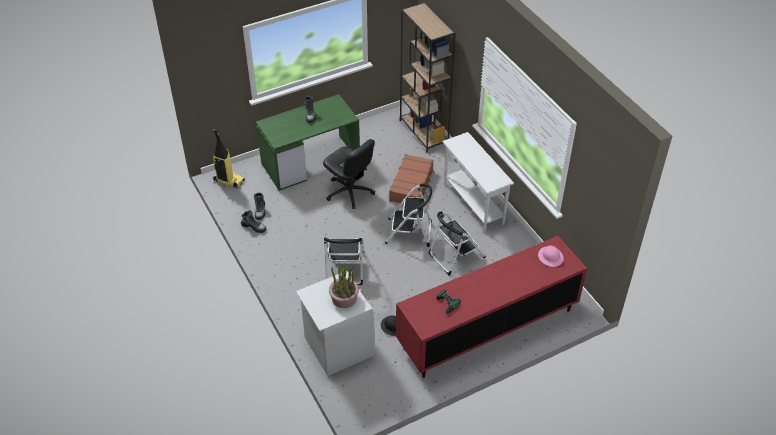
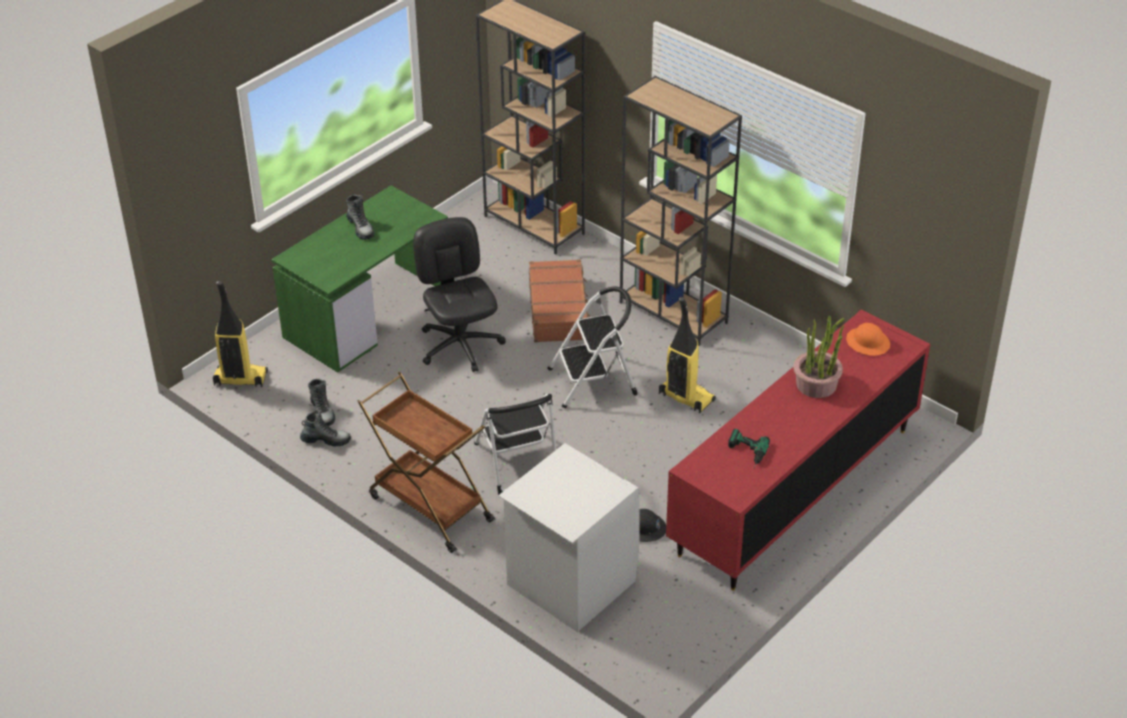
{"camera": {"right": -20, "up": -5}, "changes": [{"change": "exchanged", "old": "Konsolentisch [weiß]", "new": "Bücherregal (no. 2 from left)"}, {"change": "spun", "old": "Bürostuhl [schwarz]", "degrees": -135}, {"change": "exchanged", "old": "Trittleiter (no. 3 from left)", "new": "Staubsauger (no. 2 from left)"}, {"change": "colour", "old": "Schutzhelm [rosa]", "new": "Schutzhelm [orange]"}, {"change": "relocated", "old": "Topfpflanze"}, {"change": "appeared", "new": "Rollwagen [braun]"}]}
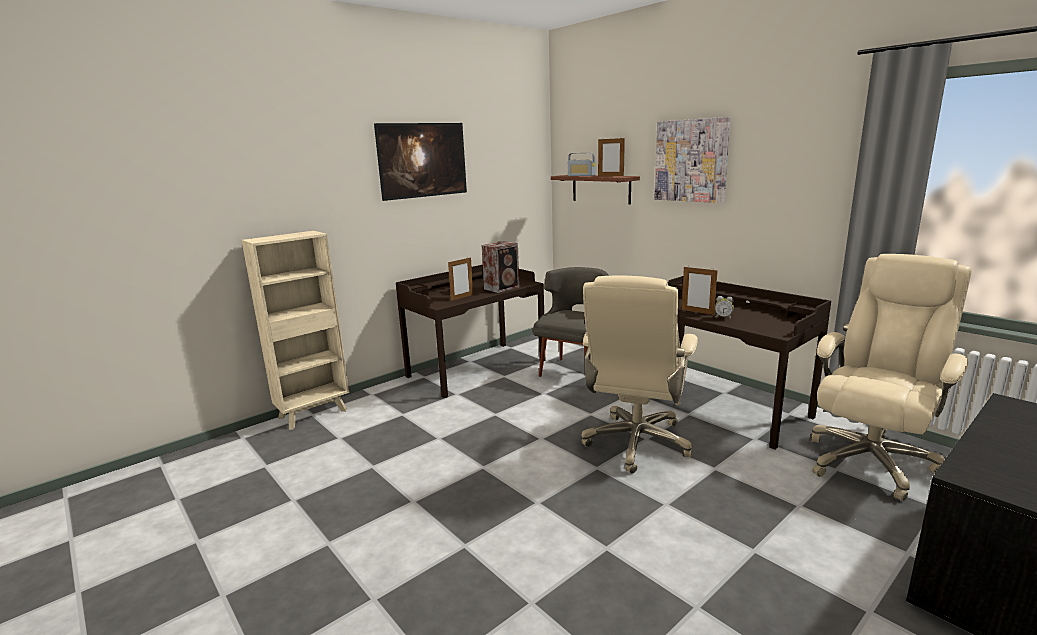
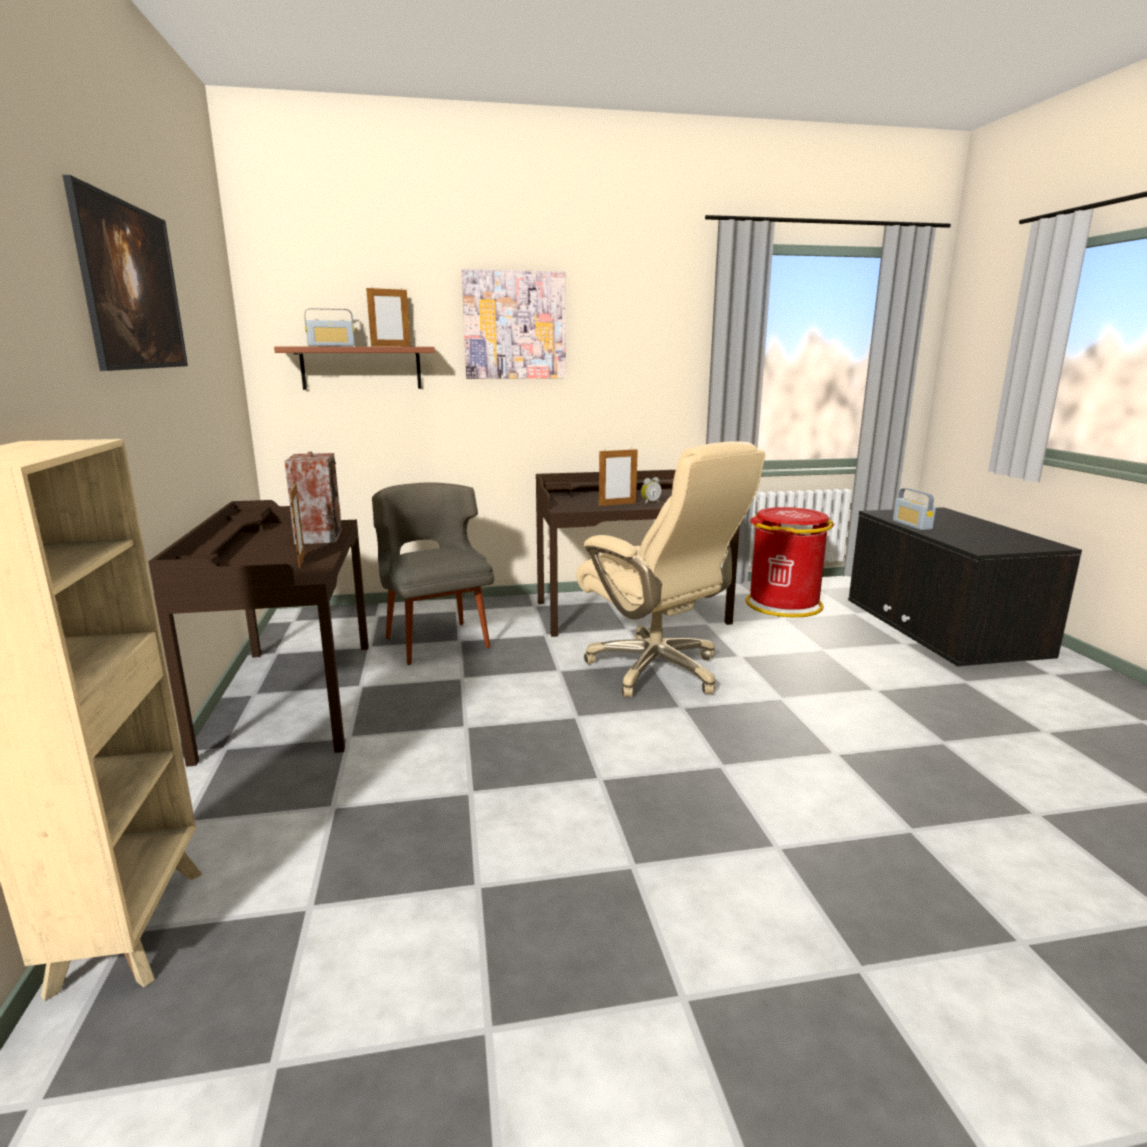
{"camera": {"right": -60, "up": 0}, "changes": [{"change": "exchanged", "old": "Bürostuhl [beige] (no. 2 from left)", "new": "Mülleimer [rot]"}, {"change": "appeared", "new": "Radio (no. 2 from left)"}]}
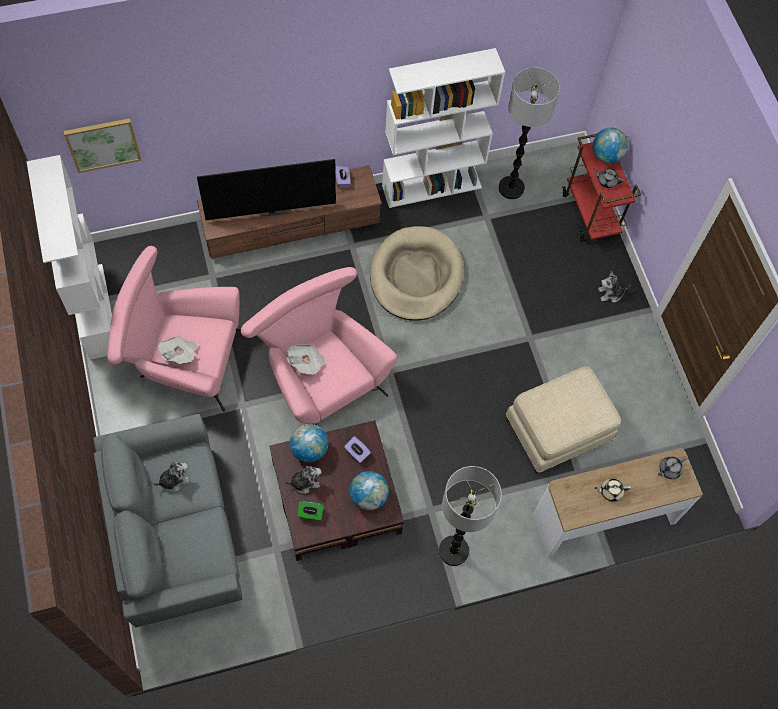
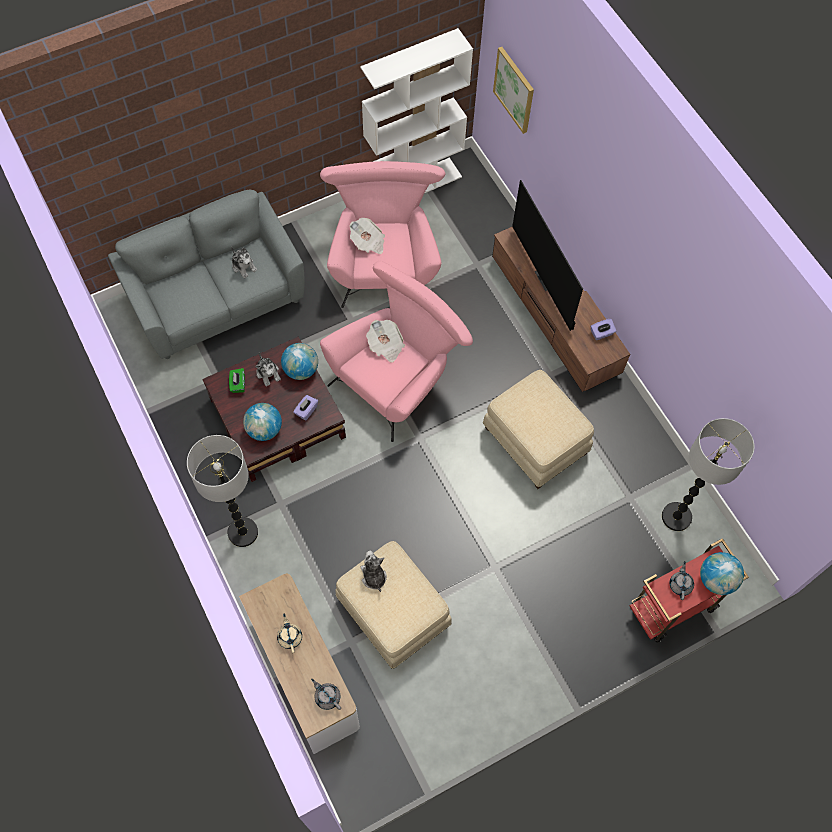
{"camera": {"right": 80, "up": 0}, "changes": [{"change": "missing", "old": "Bücherregal [weiß] (no. 2 from left)"}, {"change": "exchanged", "old": "Hundebett [beige]", "new": "Polsterhocker [beige] (no. 2 from left)"}, {"change": "relocated", "old": "Plüschtier (no. 3 from left)"}]}
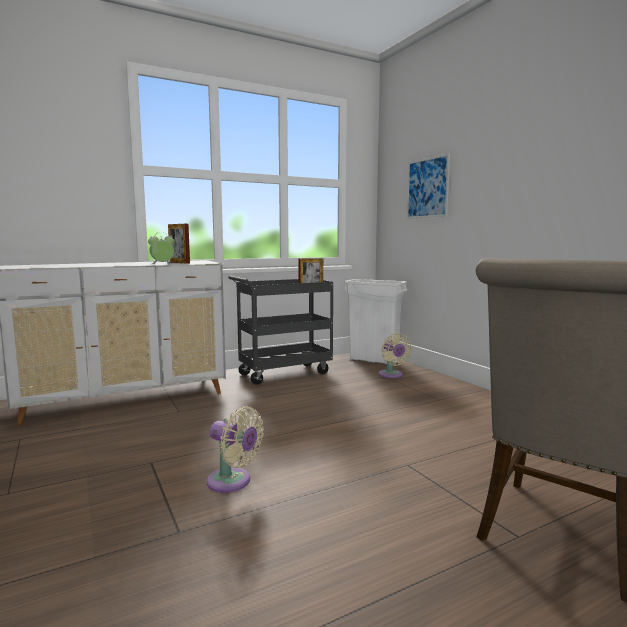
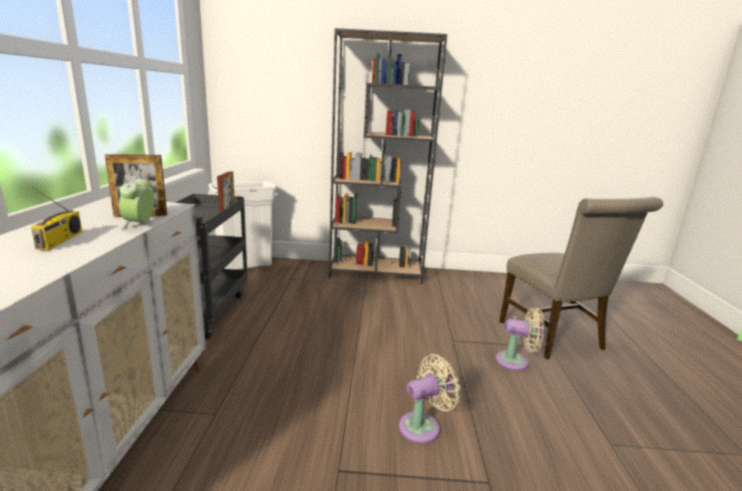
{"camera": {"right": -60, "up": 10}, "changes": [{"change": "missing", "old": "Bild"}, {"change": "relocated", "old": "Ventilator [beige] (no. 2 from left)"}, {"change": "appeared", "new": "Bücherregal"}, {"change": "appeared", "new": "Radio"}]}
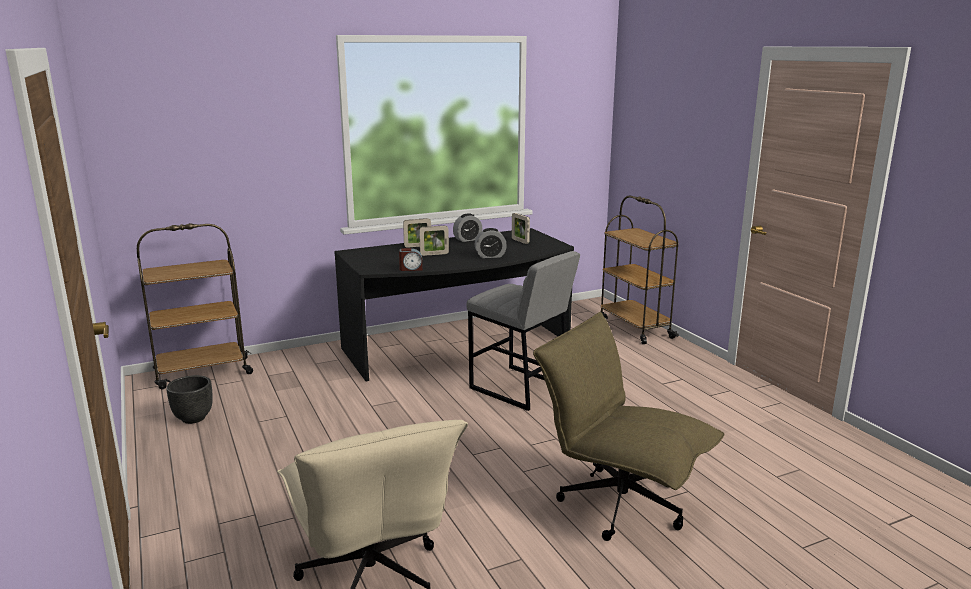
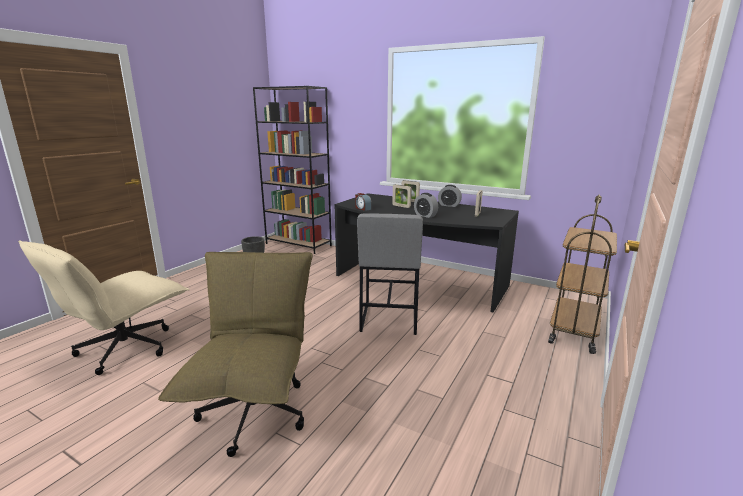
{"camera": {"right": 55, "up": 0}, "changes": [{"change": "exchanged", "old": "Rollwagen [braun] (no. 1 from left)", "new": "Bücherregal [beige]"}]}
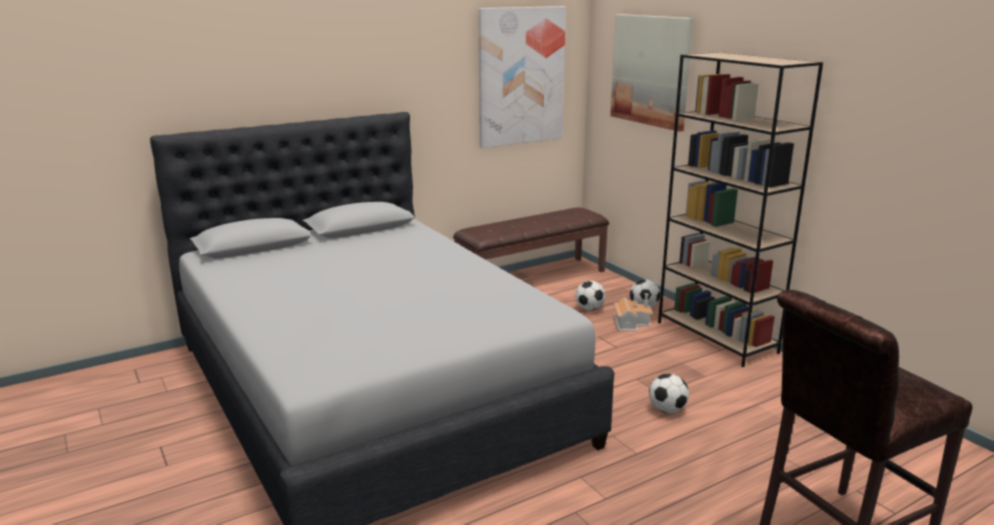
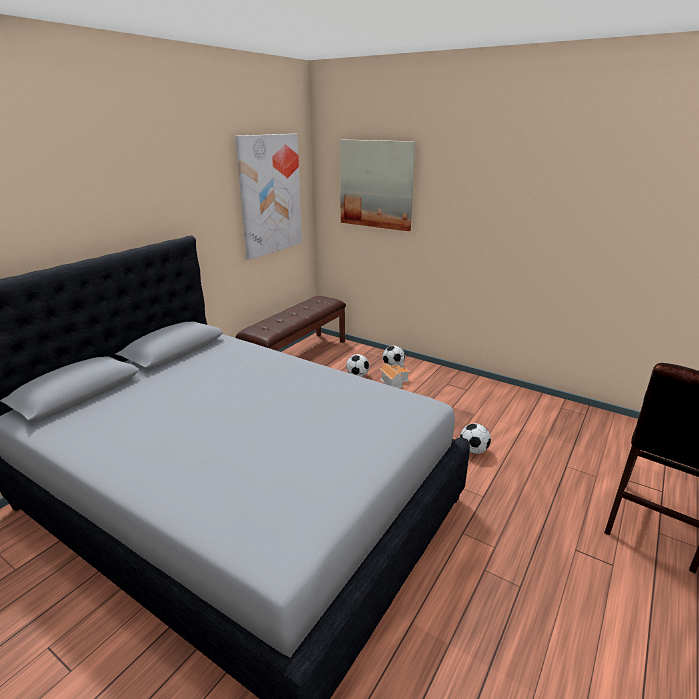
{"camera": {"right": -25, "up": 5}, "changes": [{"change": "missing", "old": "Bücherregal [beige]"}]}
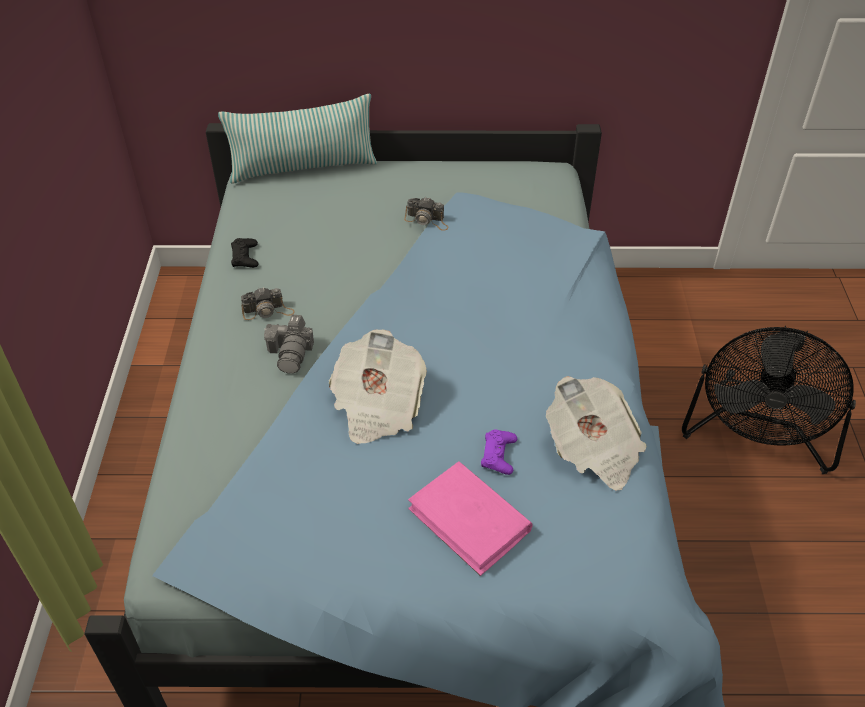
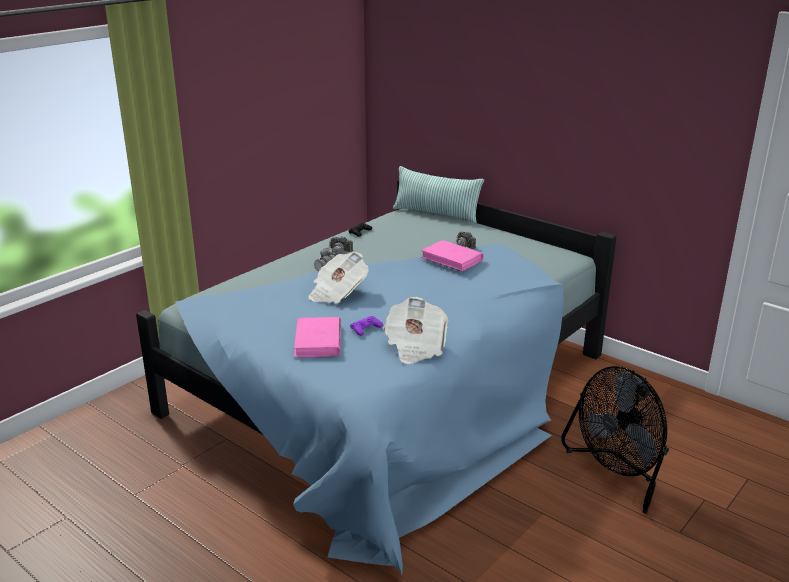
{"camera": {"right": 40, "up": -20}, "changes": [{"change": "appeared", "new": "Buch [rosa] (no. 2 from left)"}]}
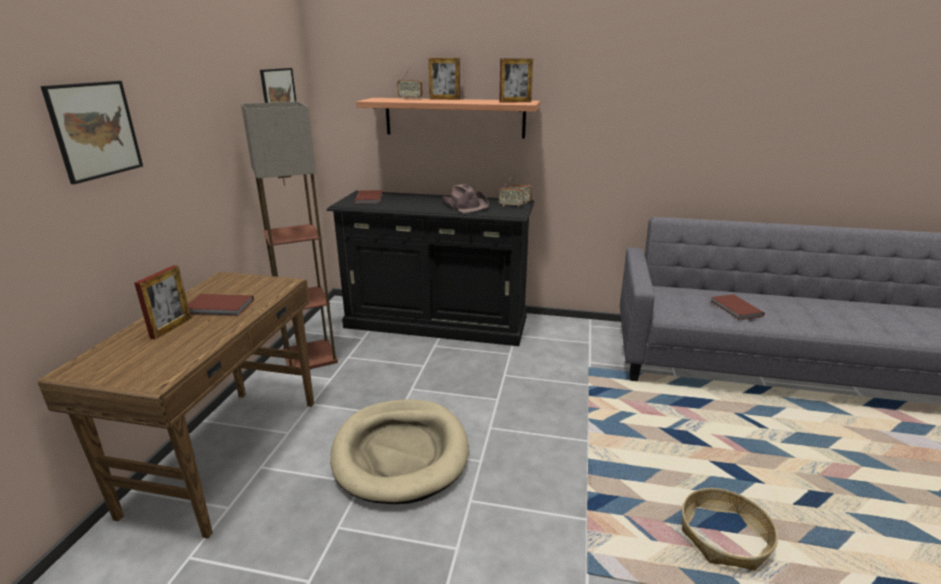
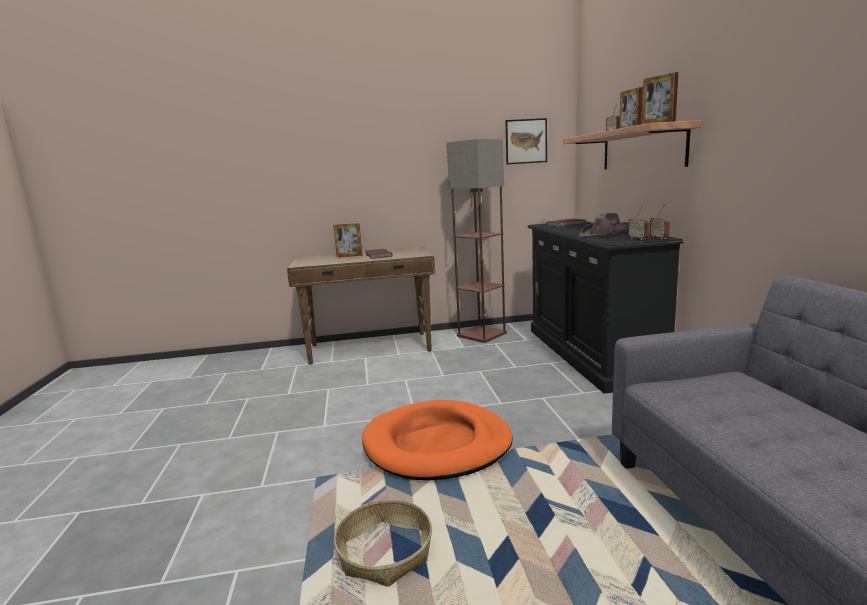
{"camera": {"right": 70, "up": -10}, "changes": [{"change": "missing", "old": "Bild (no. 1 from left)"}, {"change": "missing", "old": "Buch [braun] (no. 3 from left)"}, {"change": "missing", "old": "Hundebett [beige]"}, {"change": "appeared", "new": "Hundebett [orange]"}]}
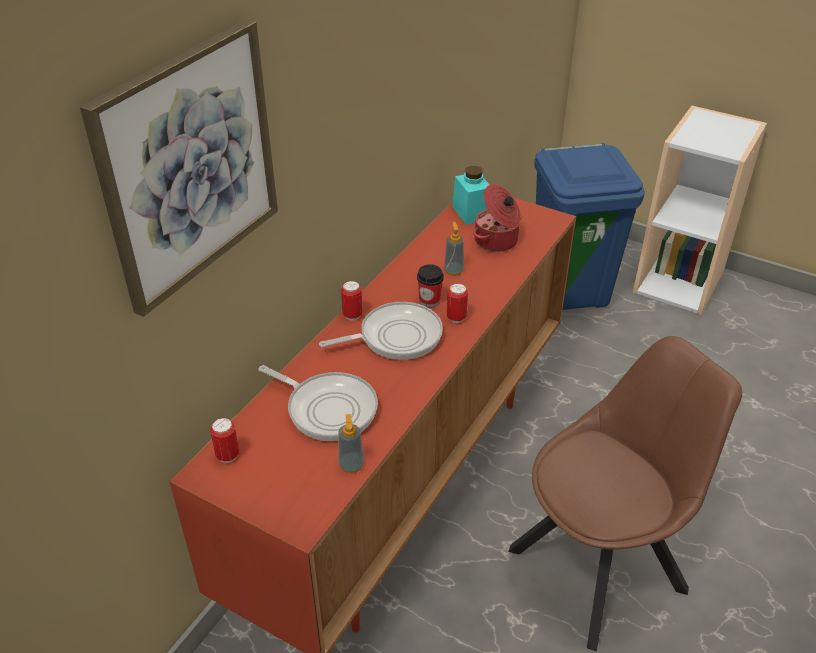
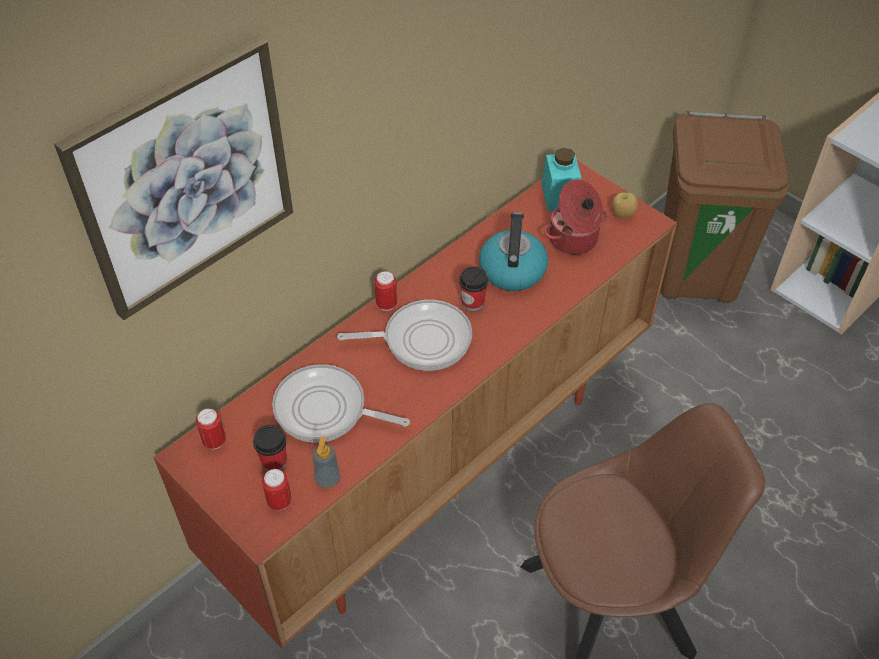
{"camera": {"right": 15, "up": 10}, "changes": [{"change": "colour", "old": "Mülleimer [blau]", "new": "Mülleimer [braun]"}, {"change": "exchanged", "old": "Seifenspender (no. 2 from left)", "new": "Wasserkessel"}, {"change": "relocated", "old": "Dose (no. 3 from left in the first image)", "new": "Dose (no. 2 from left)"}, {"change": "spun", "old": "Pfanne (no. 1 from left)", "degrees": 150}, {"change": "appeared", "new": "Apfel"}, {"change": "appeared", "new": "Tasse (no. 1 from left)"}]}
